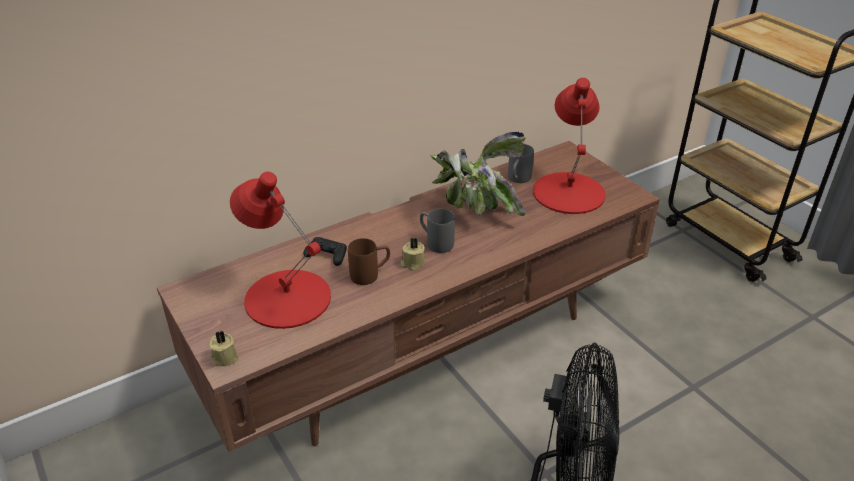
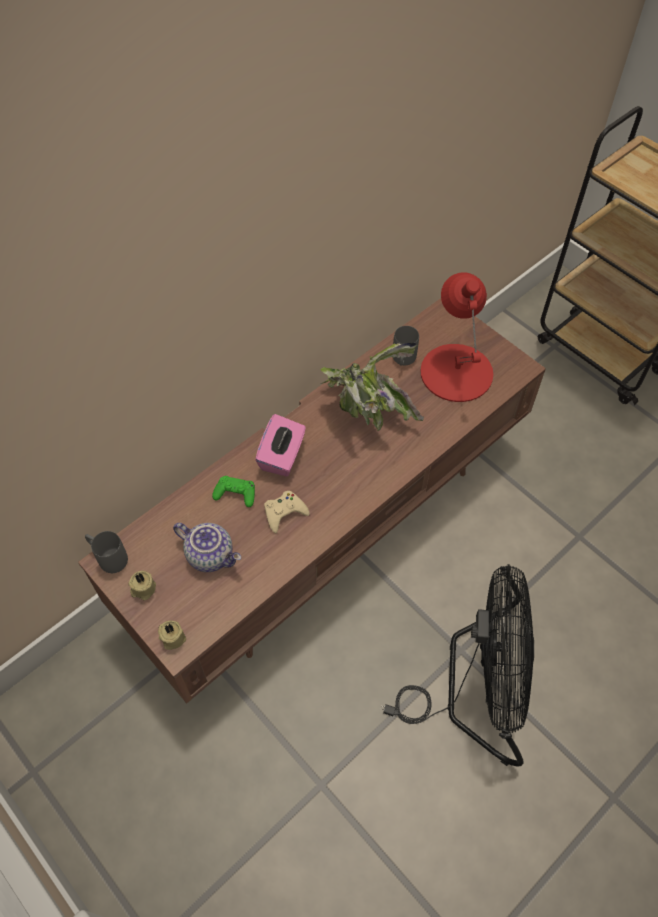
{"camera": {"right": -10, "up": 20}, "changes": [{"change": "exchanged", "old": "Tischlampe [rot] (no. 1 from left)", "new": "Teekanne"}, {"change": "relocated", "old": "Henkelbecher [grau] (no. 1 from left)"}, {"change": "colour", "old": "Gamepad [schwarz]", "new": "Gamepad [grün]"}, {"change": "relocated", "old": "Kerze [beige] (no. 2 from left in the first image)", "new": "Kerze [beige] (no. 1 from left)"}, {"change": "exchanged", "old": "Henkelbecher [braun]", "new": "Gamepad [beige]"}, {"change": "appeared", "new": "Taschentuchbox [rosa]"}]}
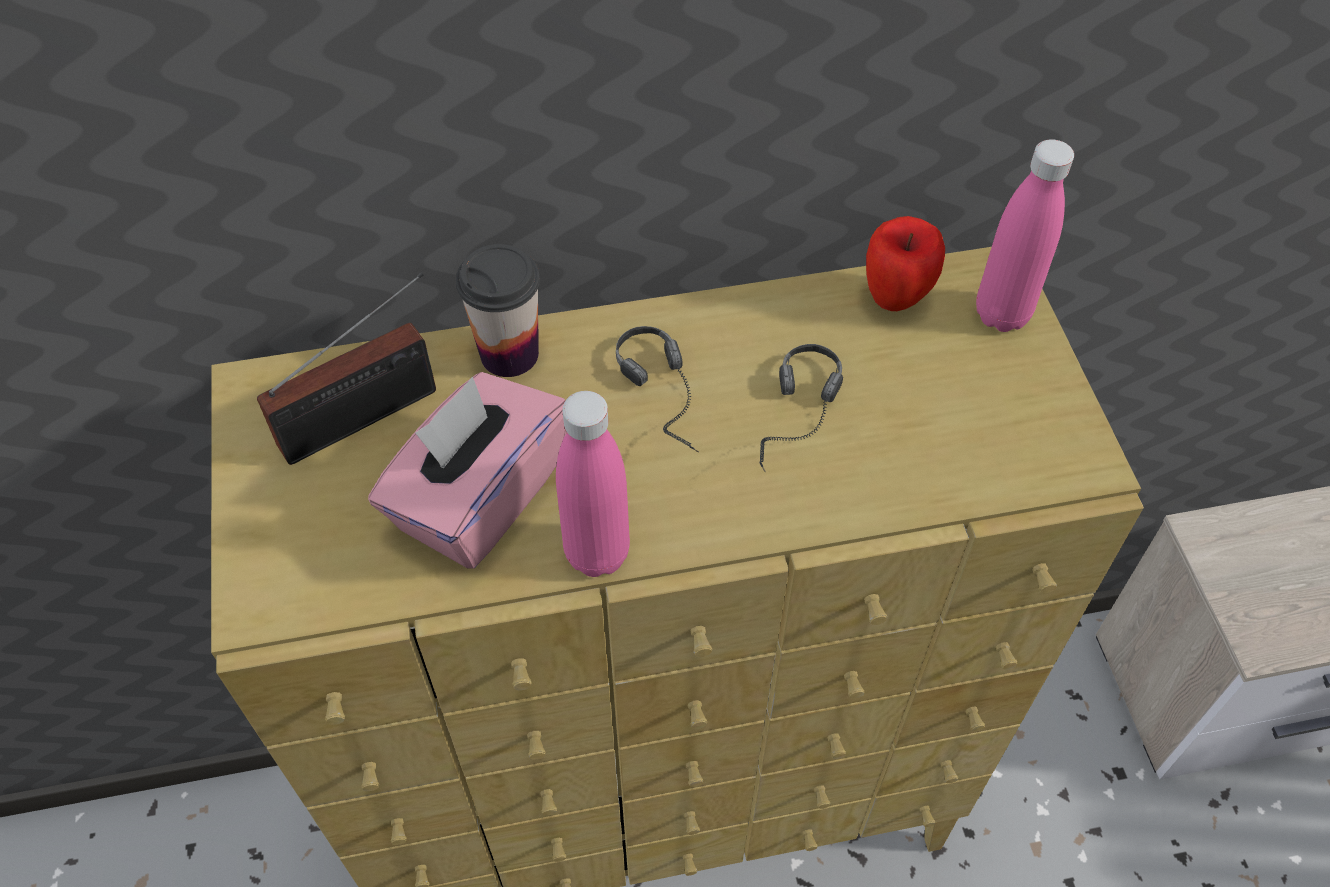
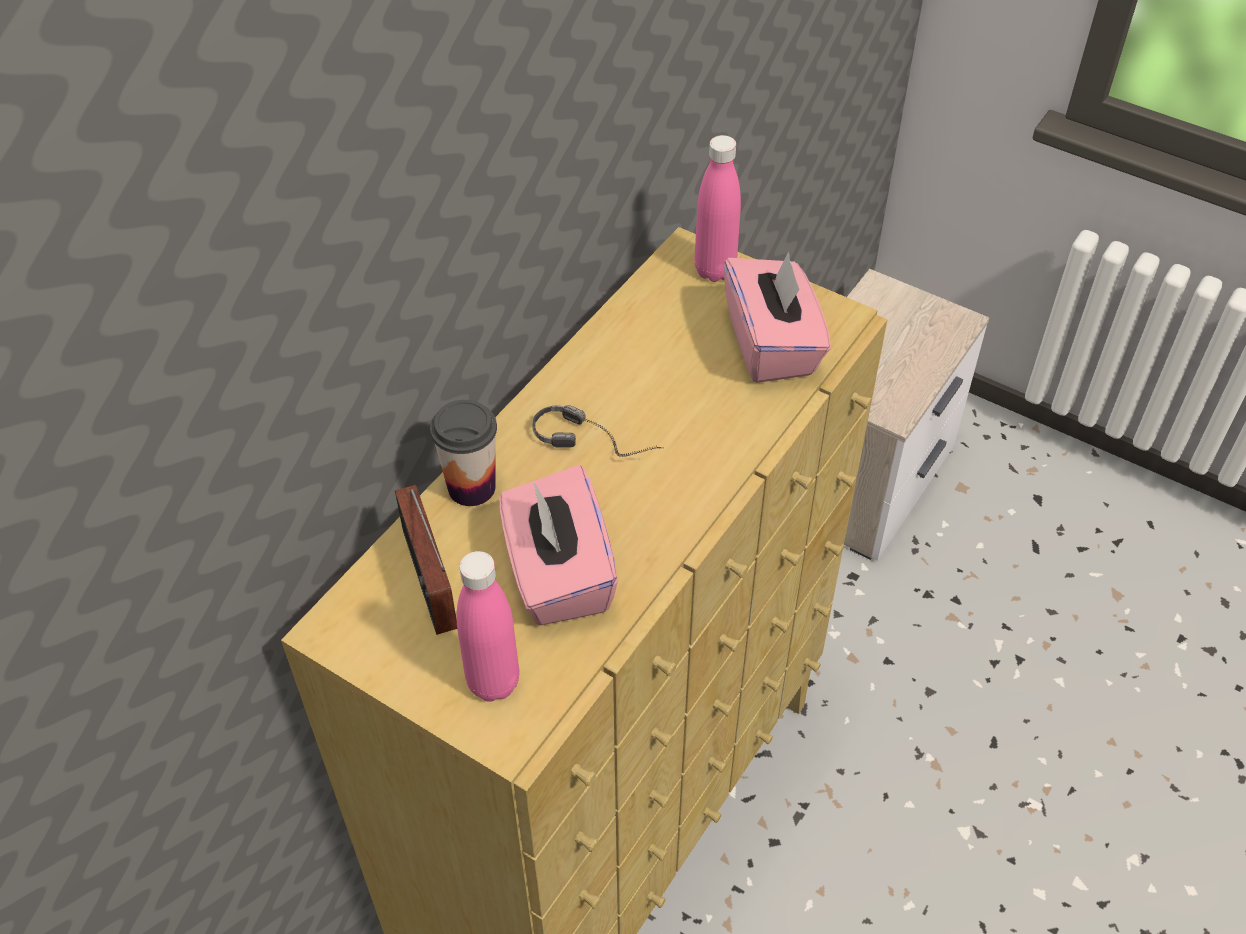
{"camera": {"right": -45, "up": -5}, "changes": [{"change": "missing", "old": "Apfel"}, {"change": "spun", "old": "Radio", "degrees": 150}, {"change": "missing", "old": "Kopfhörer (no. 2 from left)"}, {"change": "relocated", "old": "Flasche [rosa] (no. 1 from left)"}, {"change": "appeared", "new": "Taschentuchbox [rosa] (no. 2 from left)"}]}
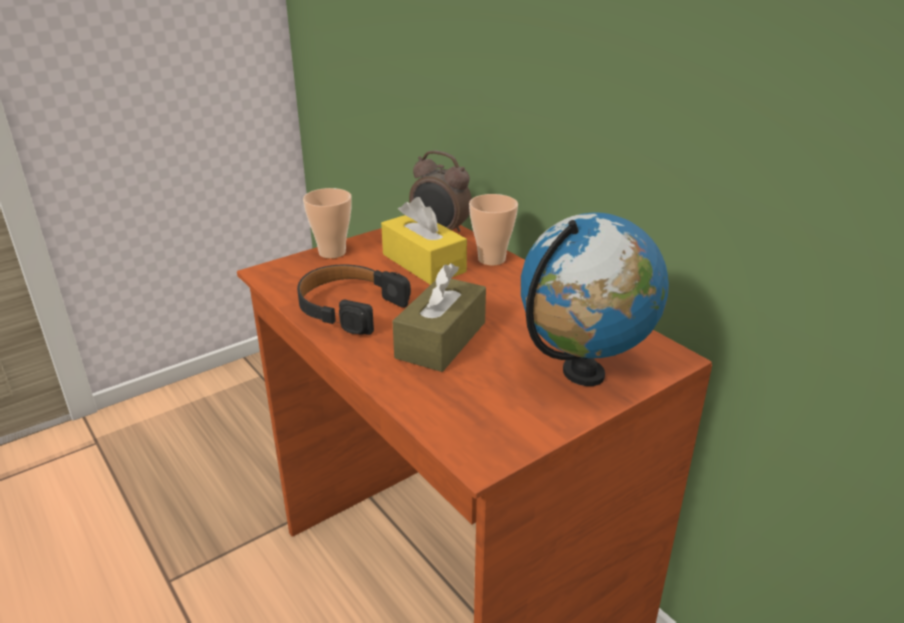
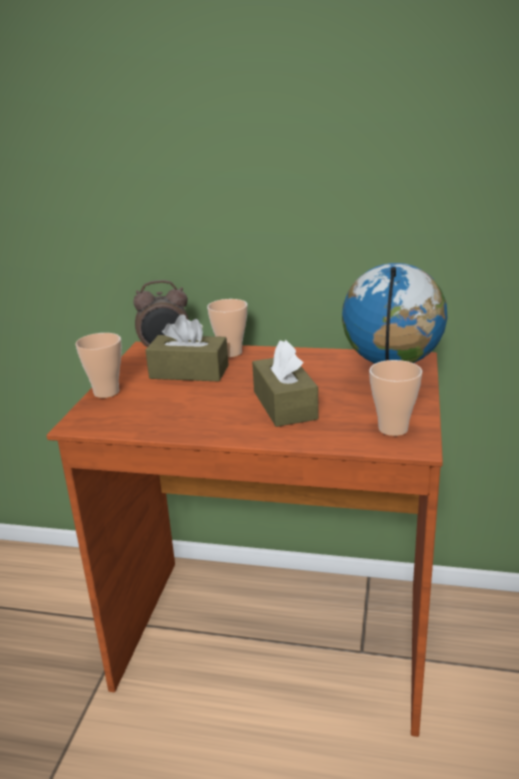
{"camera": {"right": -40, "up": -5}, "changes": [{"change": "colour", "old": "Taschentuchbox [gelb]", "new": "Taschentuchbox [braun] (no. 1 from left)"}, {"change": "missing", "old": "Kopfhörer [schwarz]"}, {"change": "appeared", "new": "Tasse (no. 3 from left)"}]}
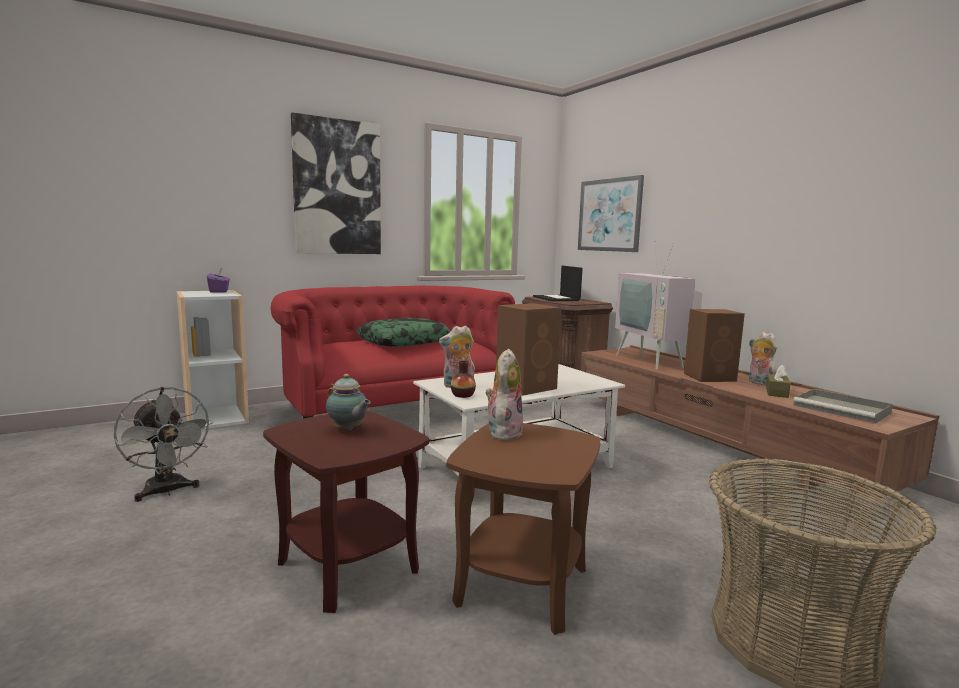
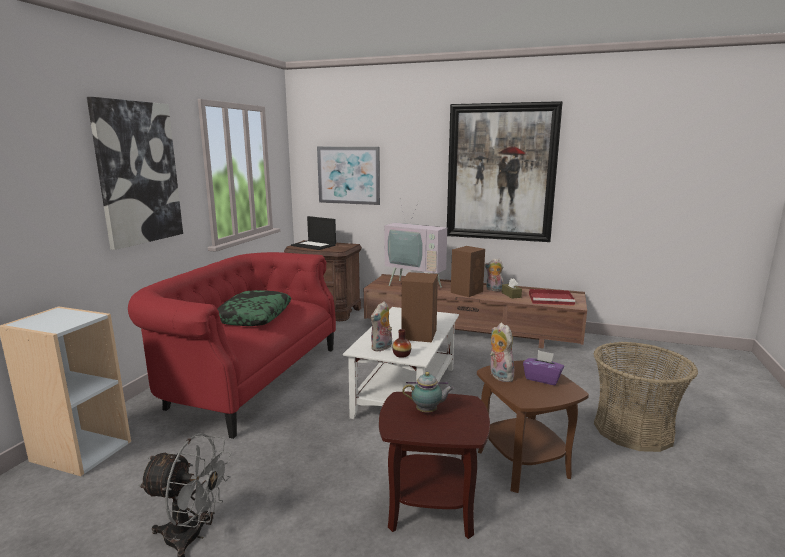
{"camera": {"right": -40, "up": 5}, "changes": [{"change": "relocated", "old": "Taschentuchbox [lila]"}, {"change": "colour", "old": "Tablett [grau]", "new": "Tablett [rot]"}, {"change": "appeared", "new": "Bild (no. 3 from left)"}]}
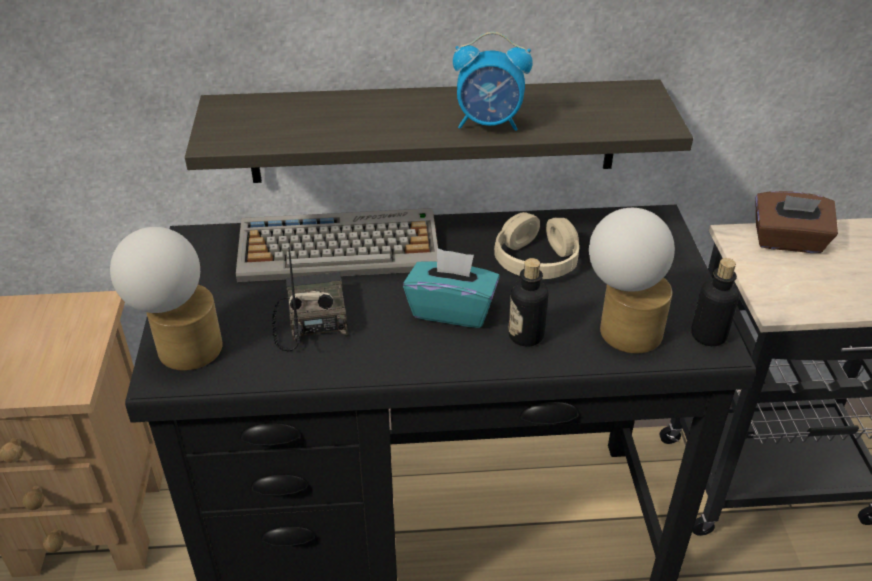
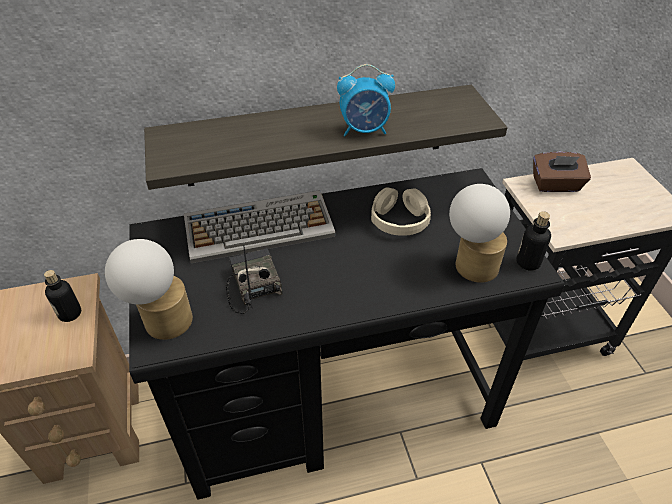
{"camera": {"right": -10, "up": 5}, "changes": [{"change": "missing", "old": "Taschentuchbox [türkis]"}, {"change": "relocated", "old": "Flasche (no. 1 from left)"}]}
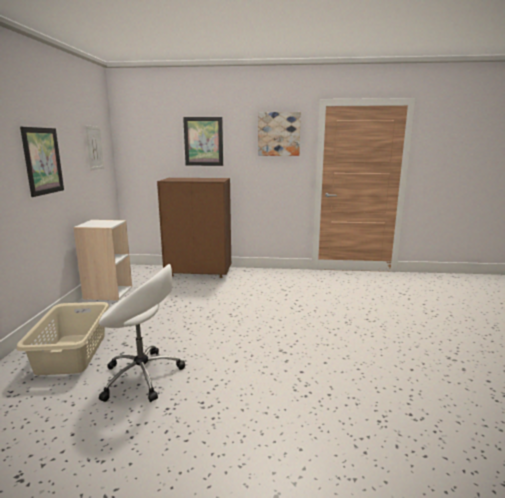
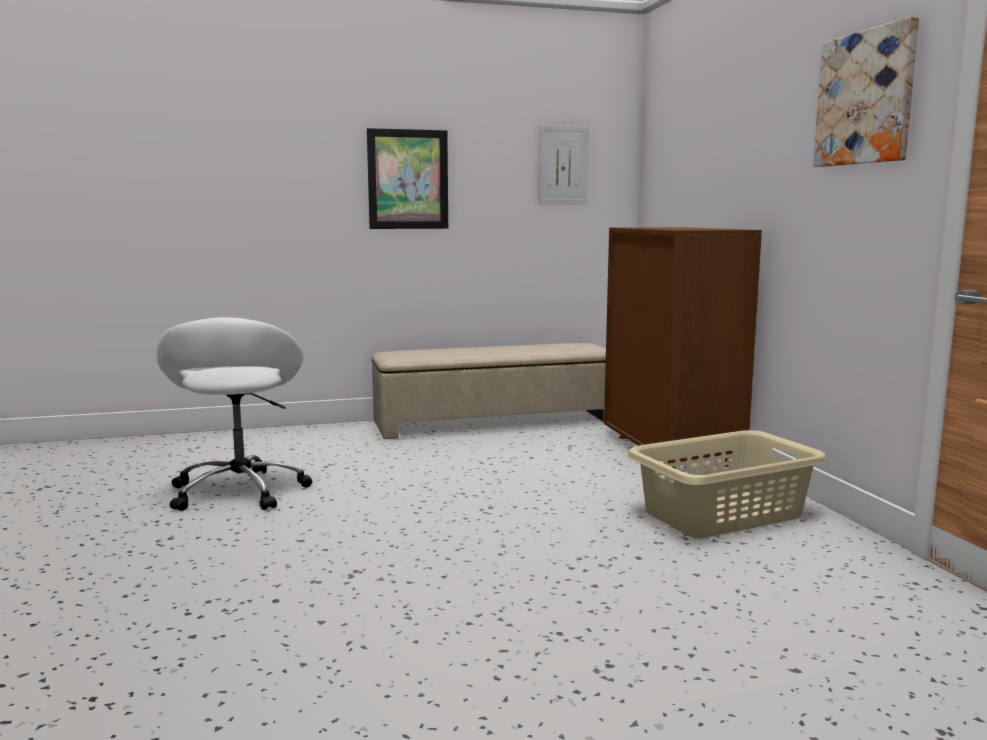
{"camera": {"right": 70, "up": -5}, "changes": [{"change": "missing", "old": "Bild (no. 3 from left)"}, {"change": "exchanged", "old": "Bücherregal", "new": "Bank [beige]"}, {"change": "relocated", "old": "Wäschekorb [beige]"}]}
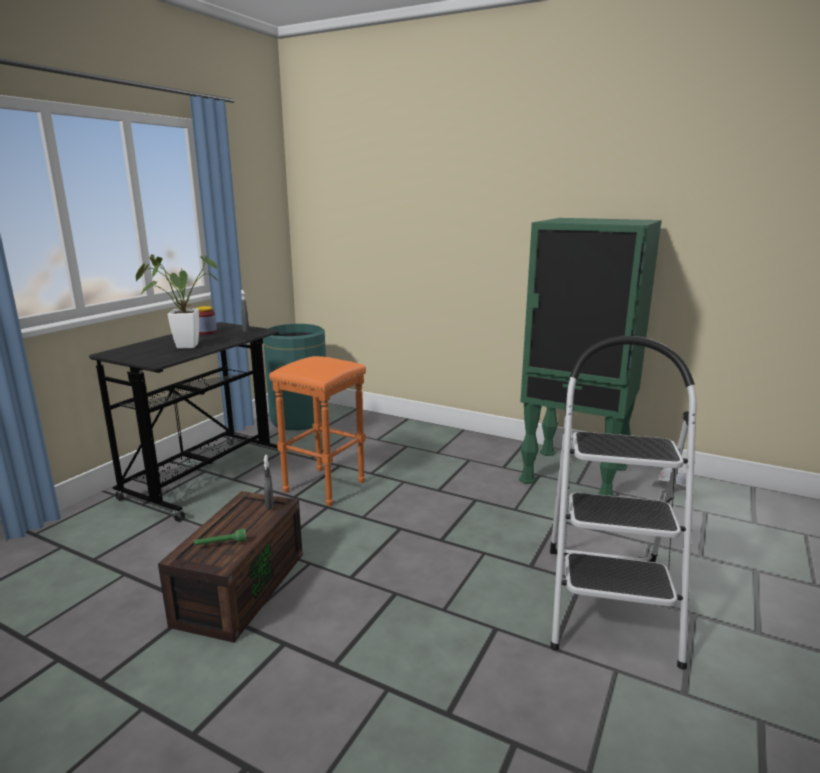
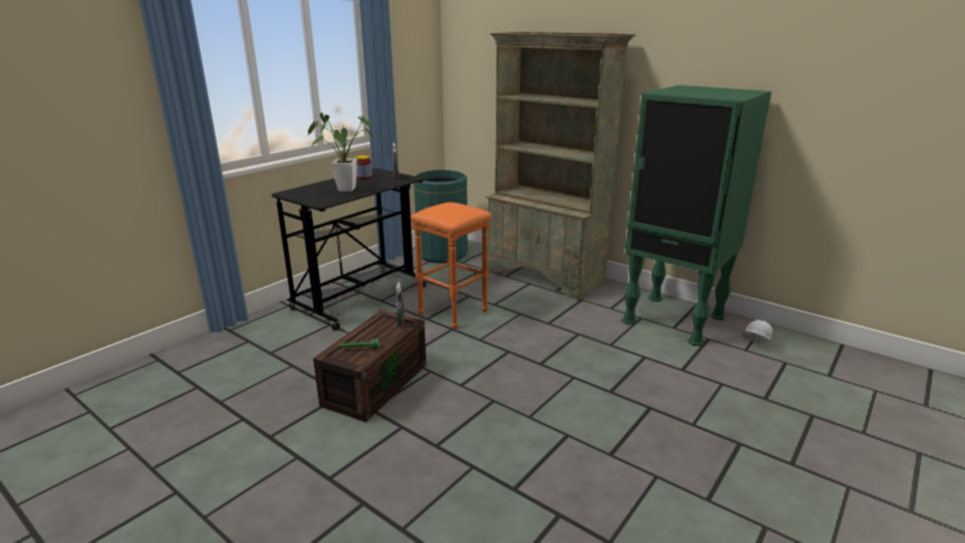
{"camera": {"right": 10, "up": 5}, "changes": [{"change": "missing", "old": "Trittleiter"}, {"change": "appeared", "new": "Bücherregal [grün]"}]}
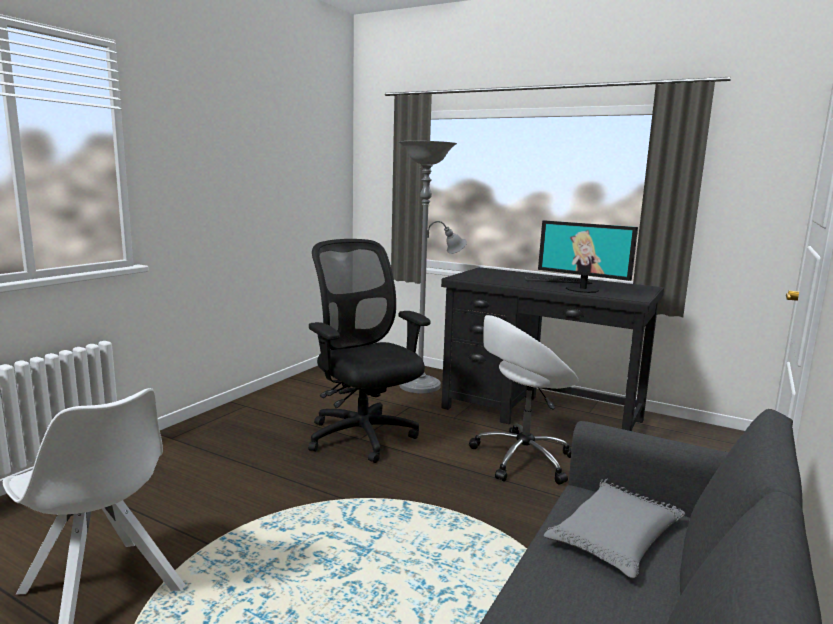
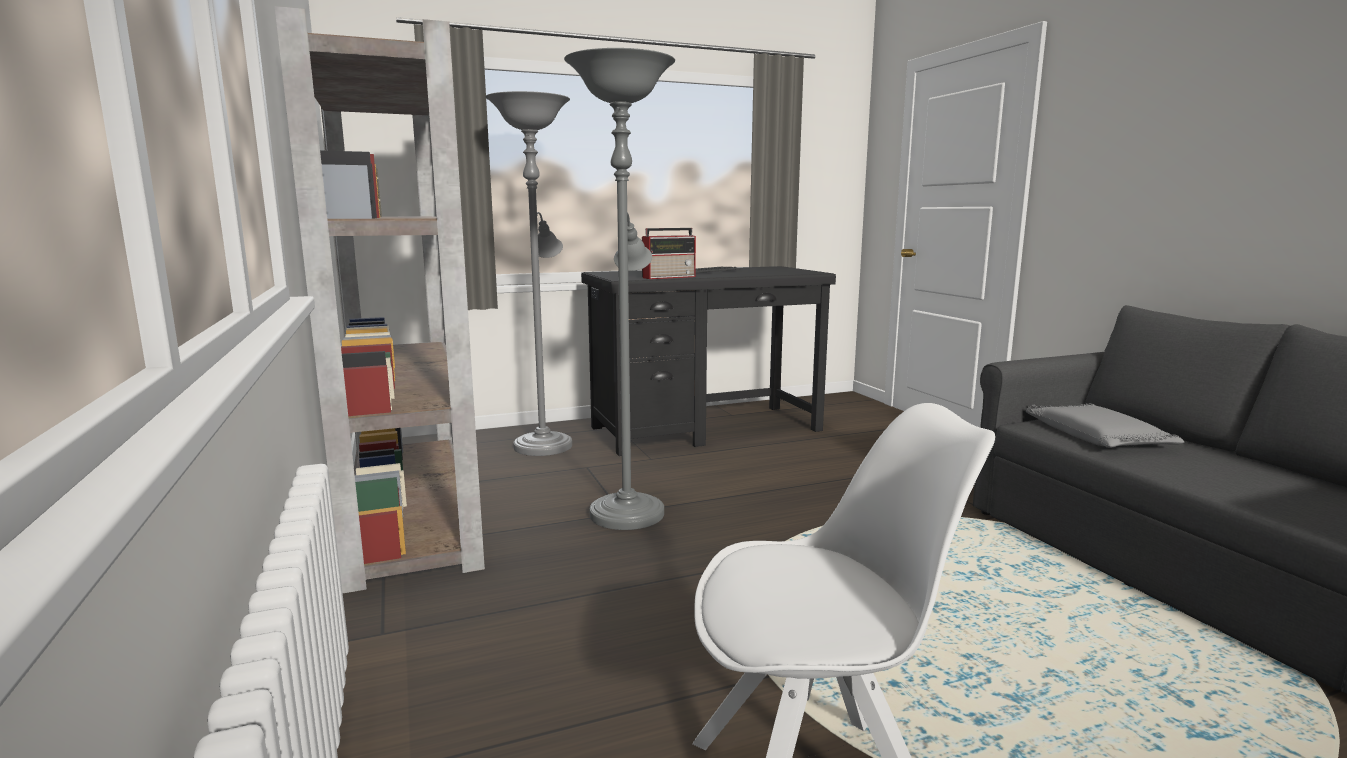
{"camera": {"right": -50, "up": 0}, "changes": [{"change": "missing", "old": "Monitor"}, {"change": "exchanged", "old": "Bürostuhl [schwarz]", "new": "Stehlampe [grau] (no. 2 from left)"}, {"change": "missing", "old": "Bürostuhl [weiß]"}, {"change": "appeared", "new": "Bücherregal [braun]"}, {"change": "appeared", "new": "Radio"}]}
